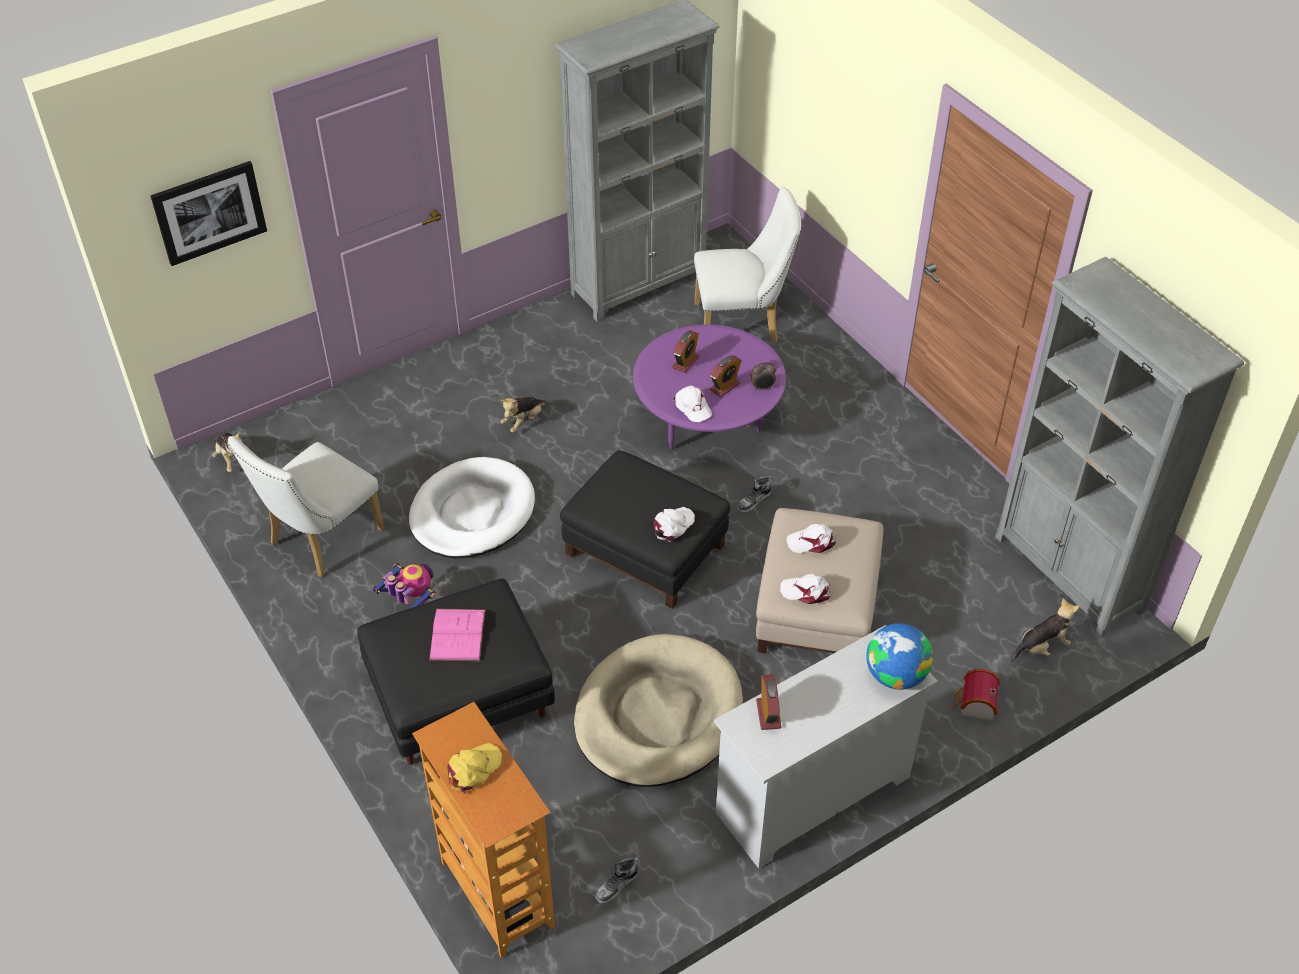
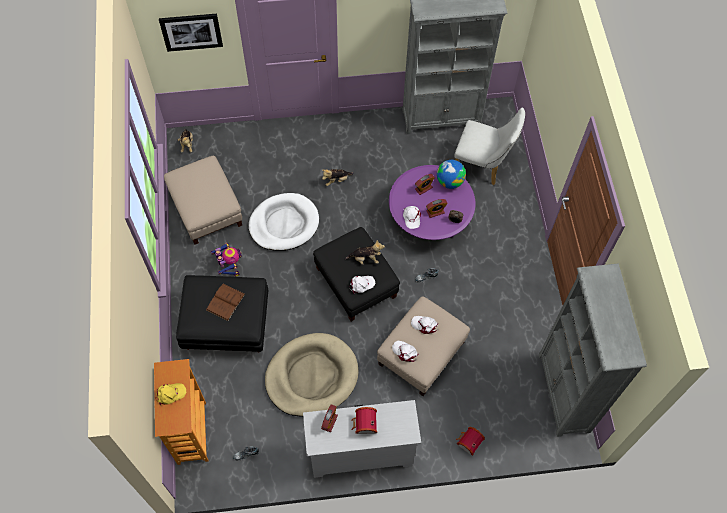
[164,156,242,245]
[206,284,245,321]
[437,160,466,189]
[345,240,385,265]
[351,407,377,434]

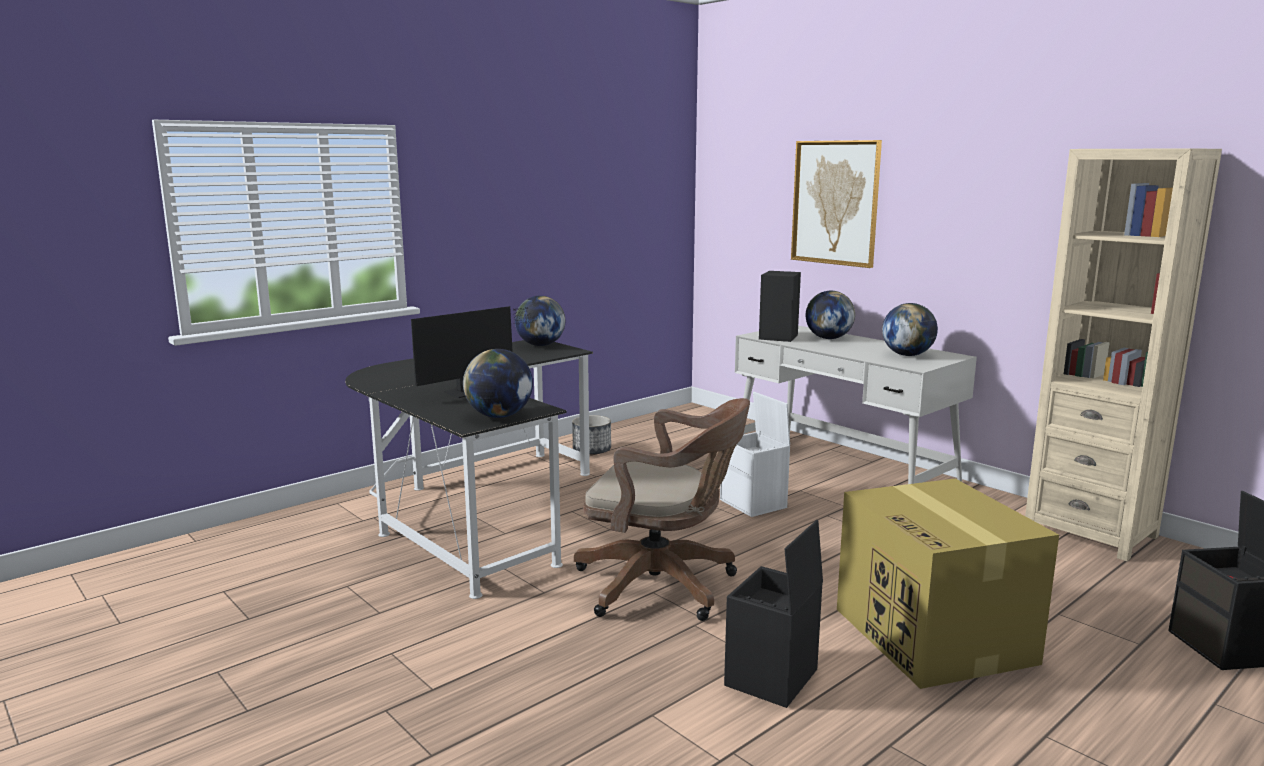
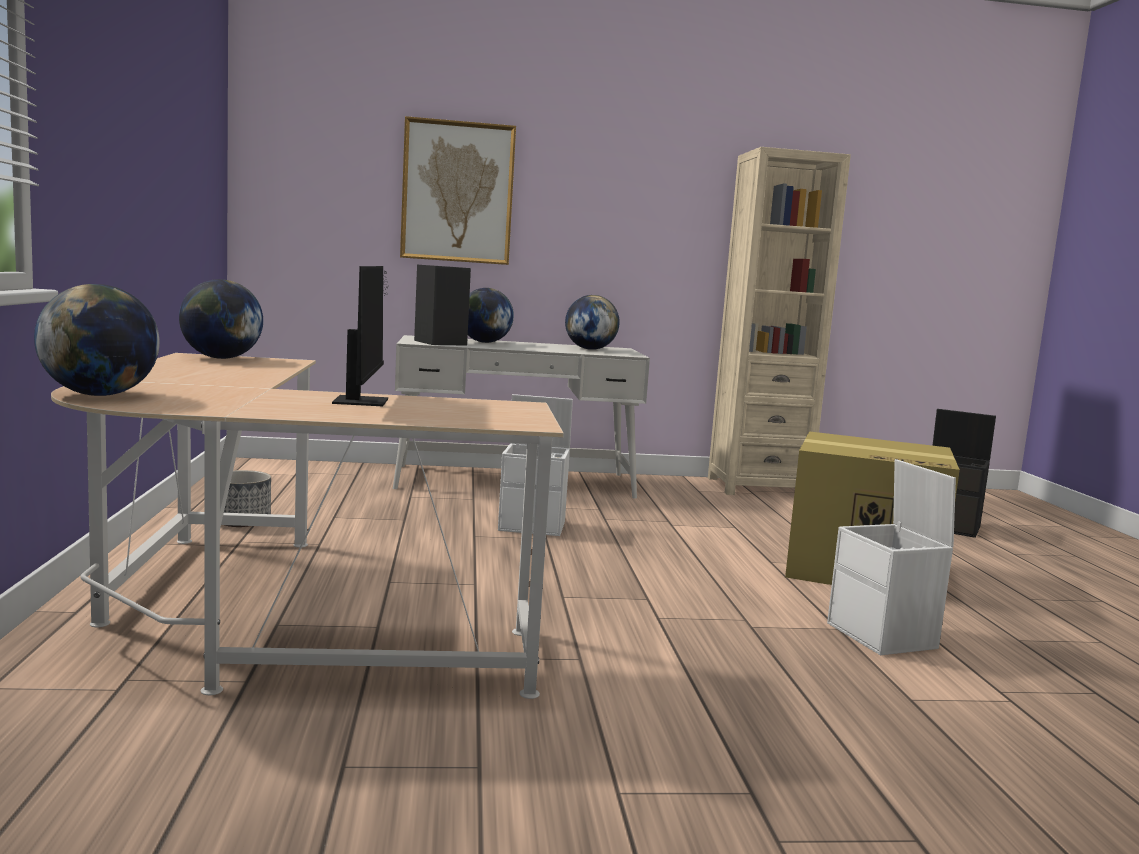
[51,353,564,699]
[34,284,160,396]
[574,398,750,621] (first image)
[827,459,956,655]

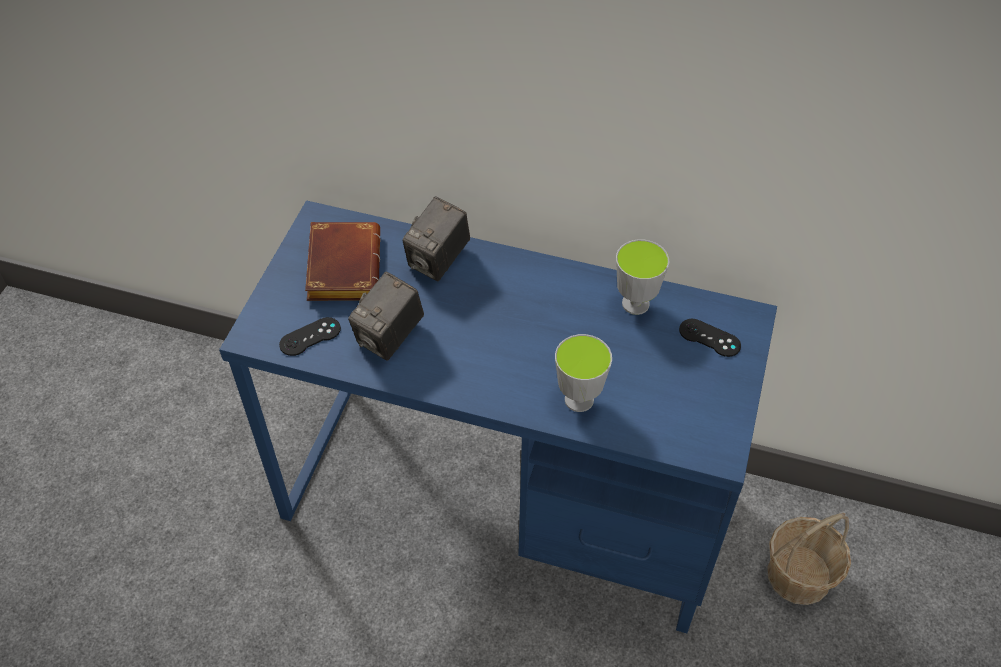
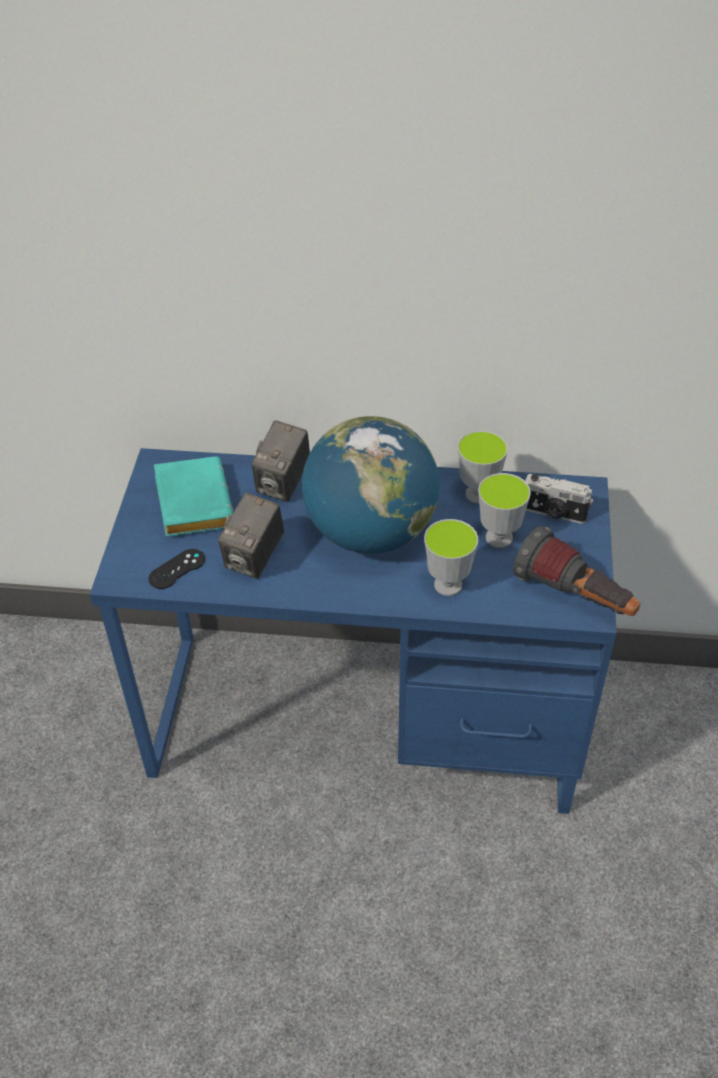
[154,456,233,537]
[525,474,593,524]
[767,513,851,605] (first image)
[302,416,439,554]
[478,473,531,548]
[513,526,640,616]

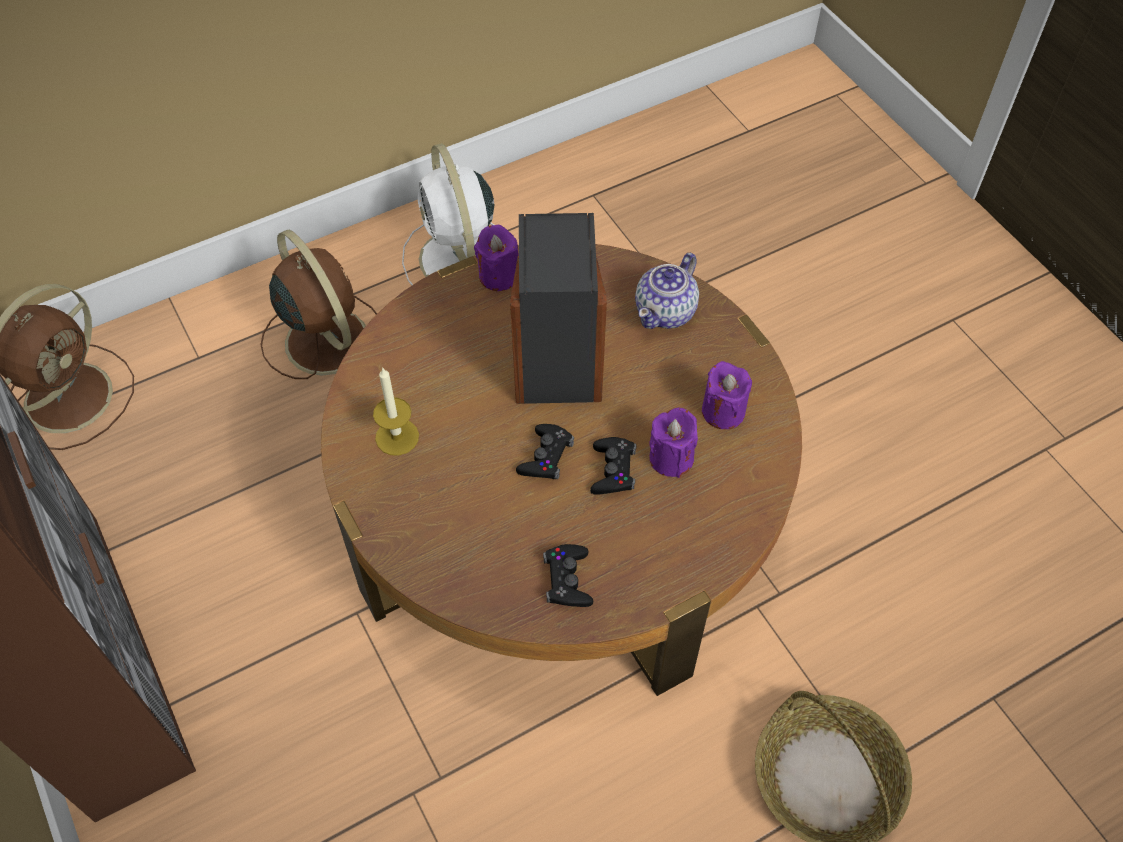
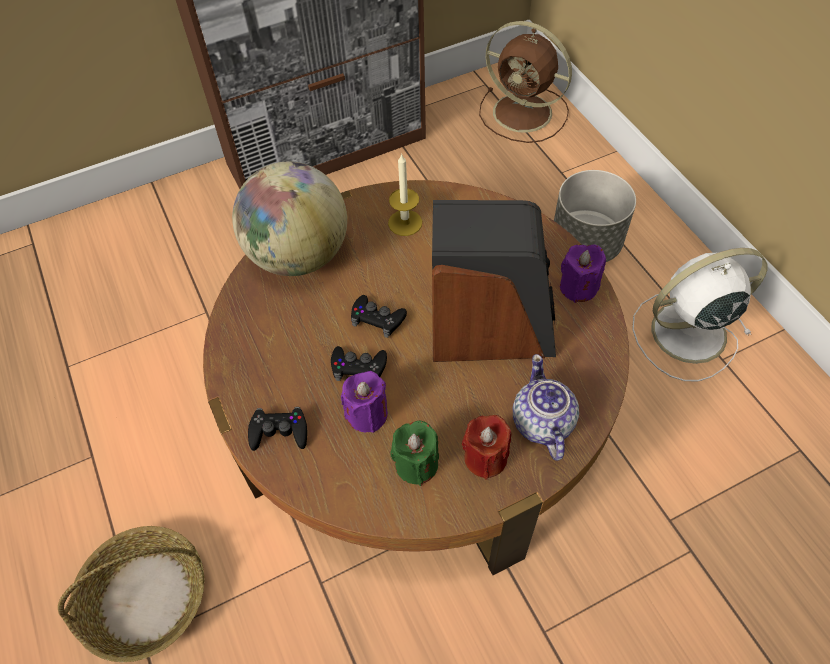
[554,170,636,262]
[248,407,307,451]
[513,354,579,461]
[391,421,439,486]
[232,162,347,276]
[462,415,511,480]

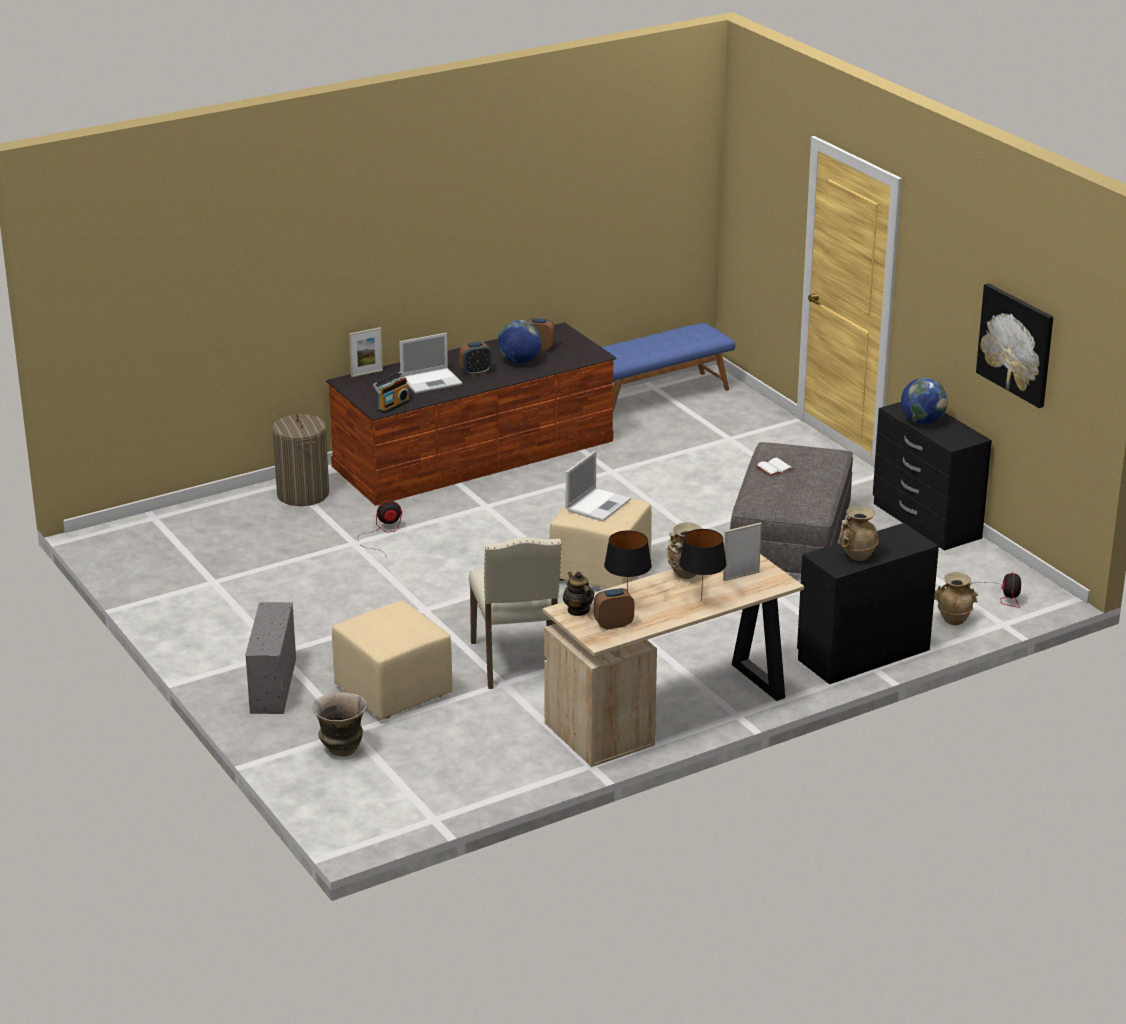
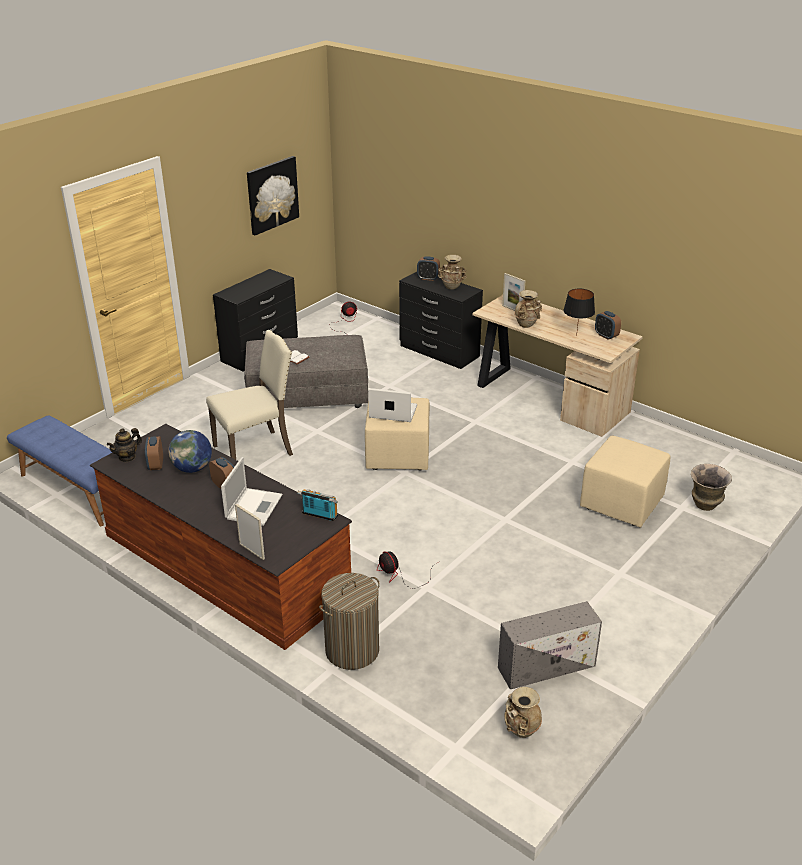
[498,601,602,690]
[221,457,282,526]
[206,330,293,460]
[107,428,142,463]
[679,529,727,601] (first image)
[901,378,948,424] (first image)
[505,687,542,738]
[417,256,440,281]

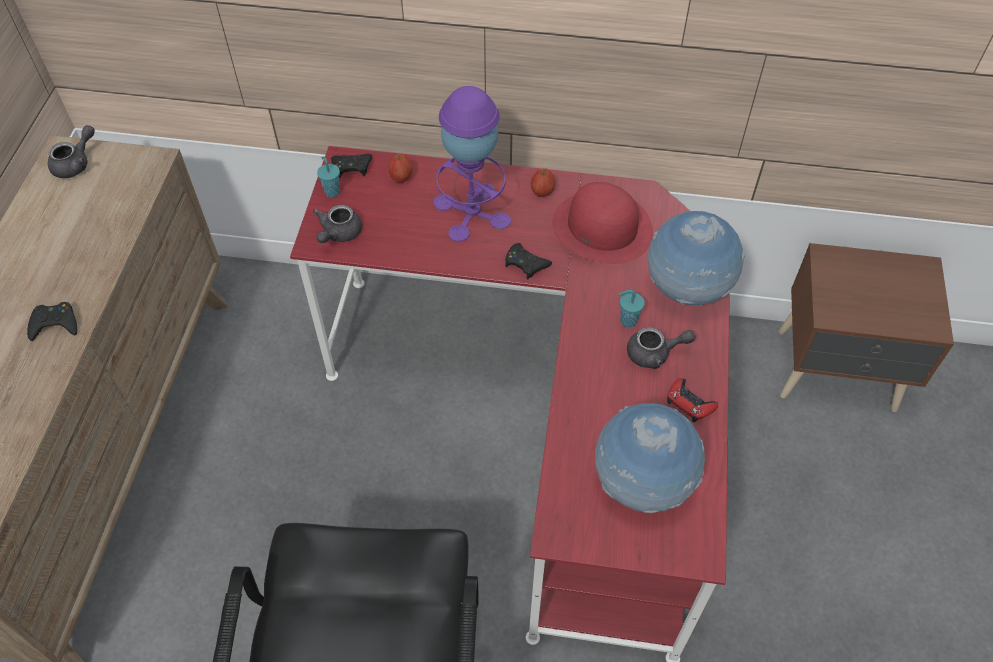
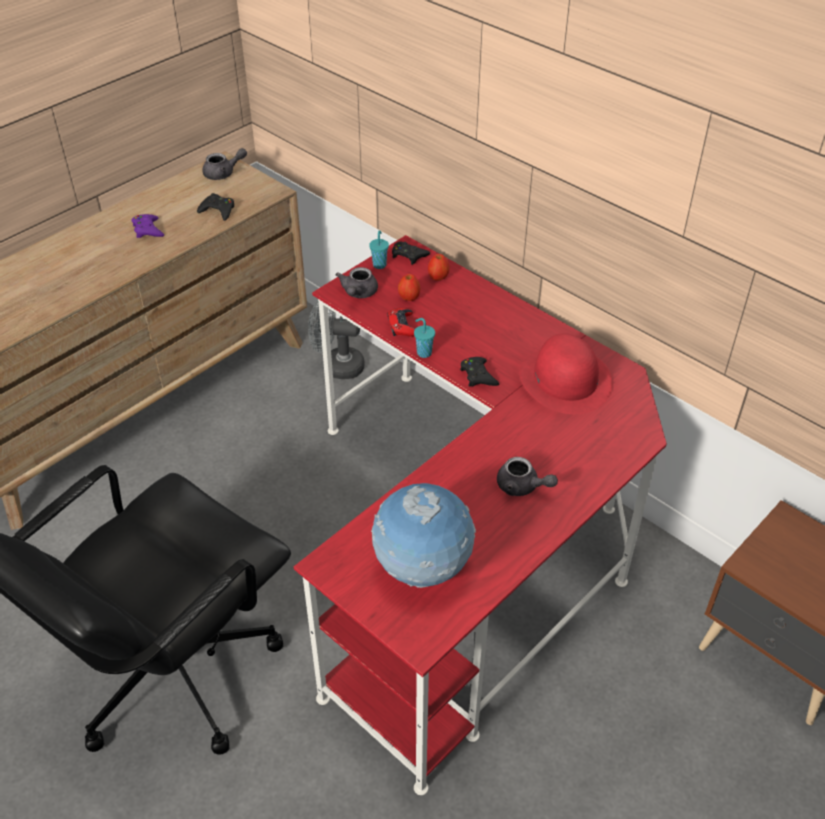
[197,193,234,221]
[336,267,378,298]
[434,86,511,242] (first image)
[398,274,420,301]
[414,318,435,358]
[647,211,745,306] (first image)
[387,308,415,337]
[131,214,164,238]
[308,301,365,379]

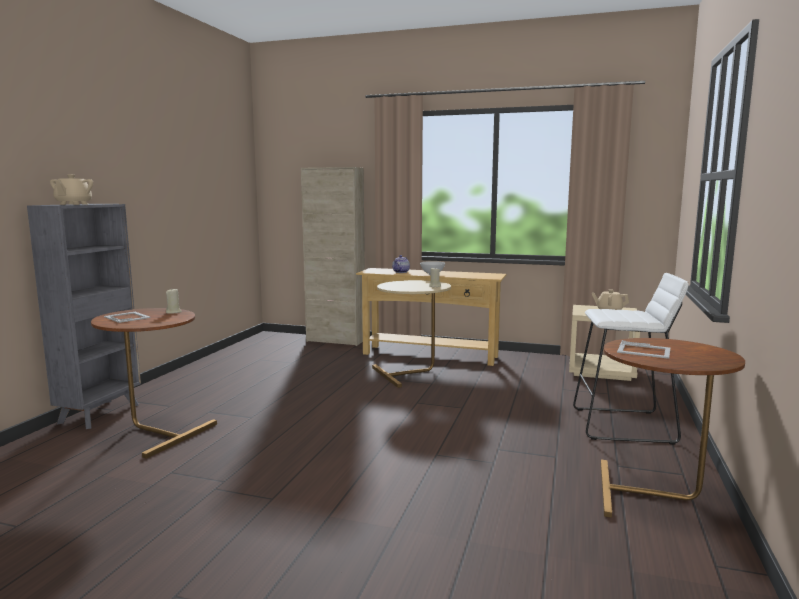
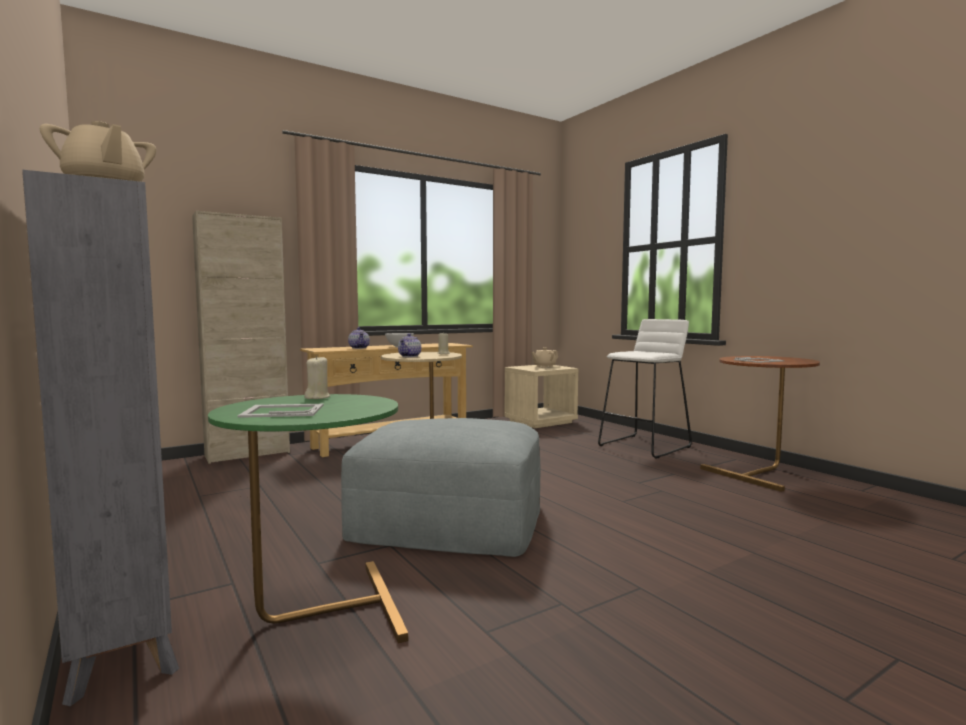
[208,394,408,643]
[341,418,541,557]
[398,333,421,357]

